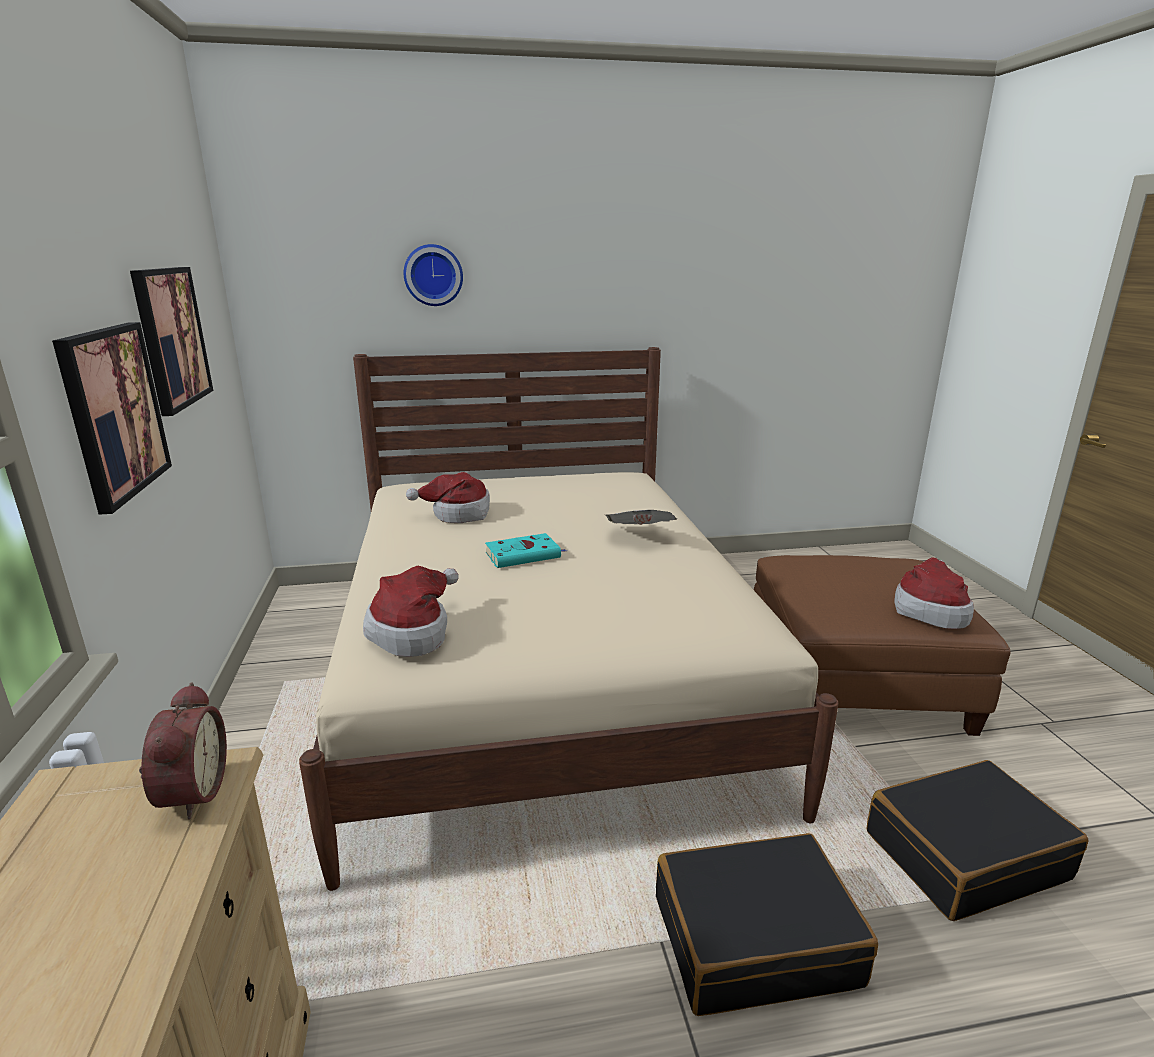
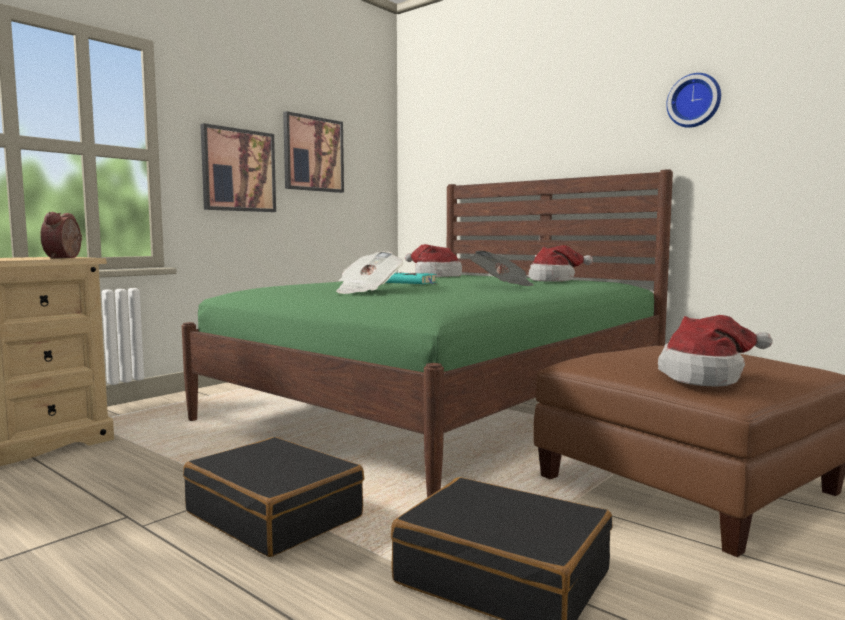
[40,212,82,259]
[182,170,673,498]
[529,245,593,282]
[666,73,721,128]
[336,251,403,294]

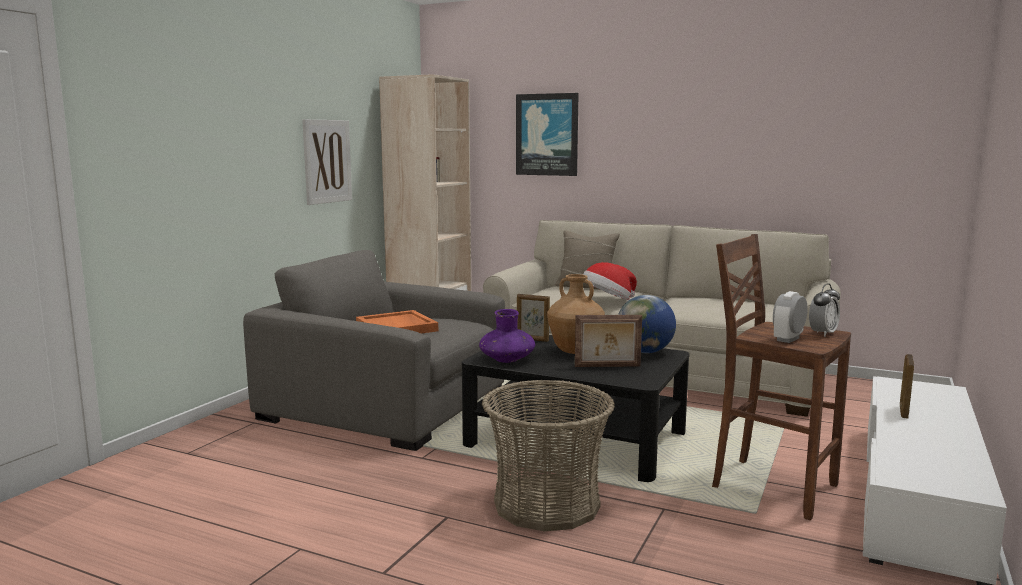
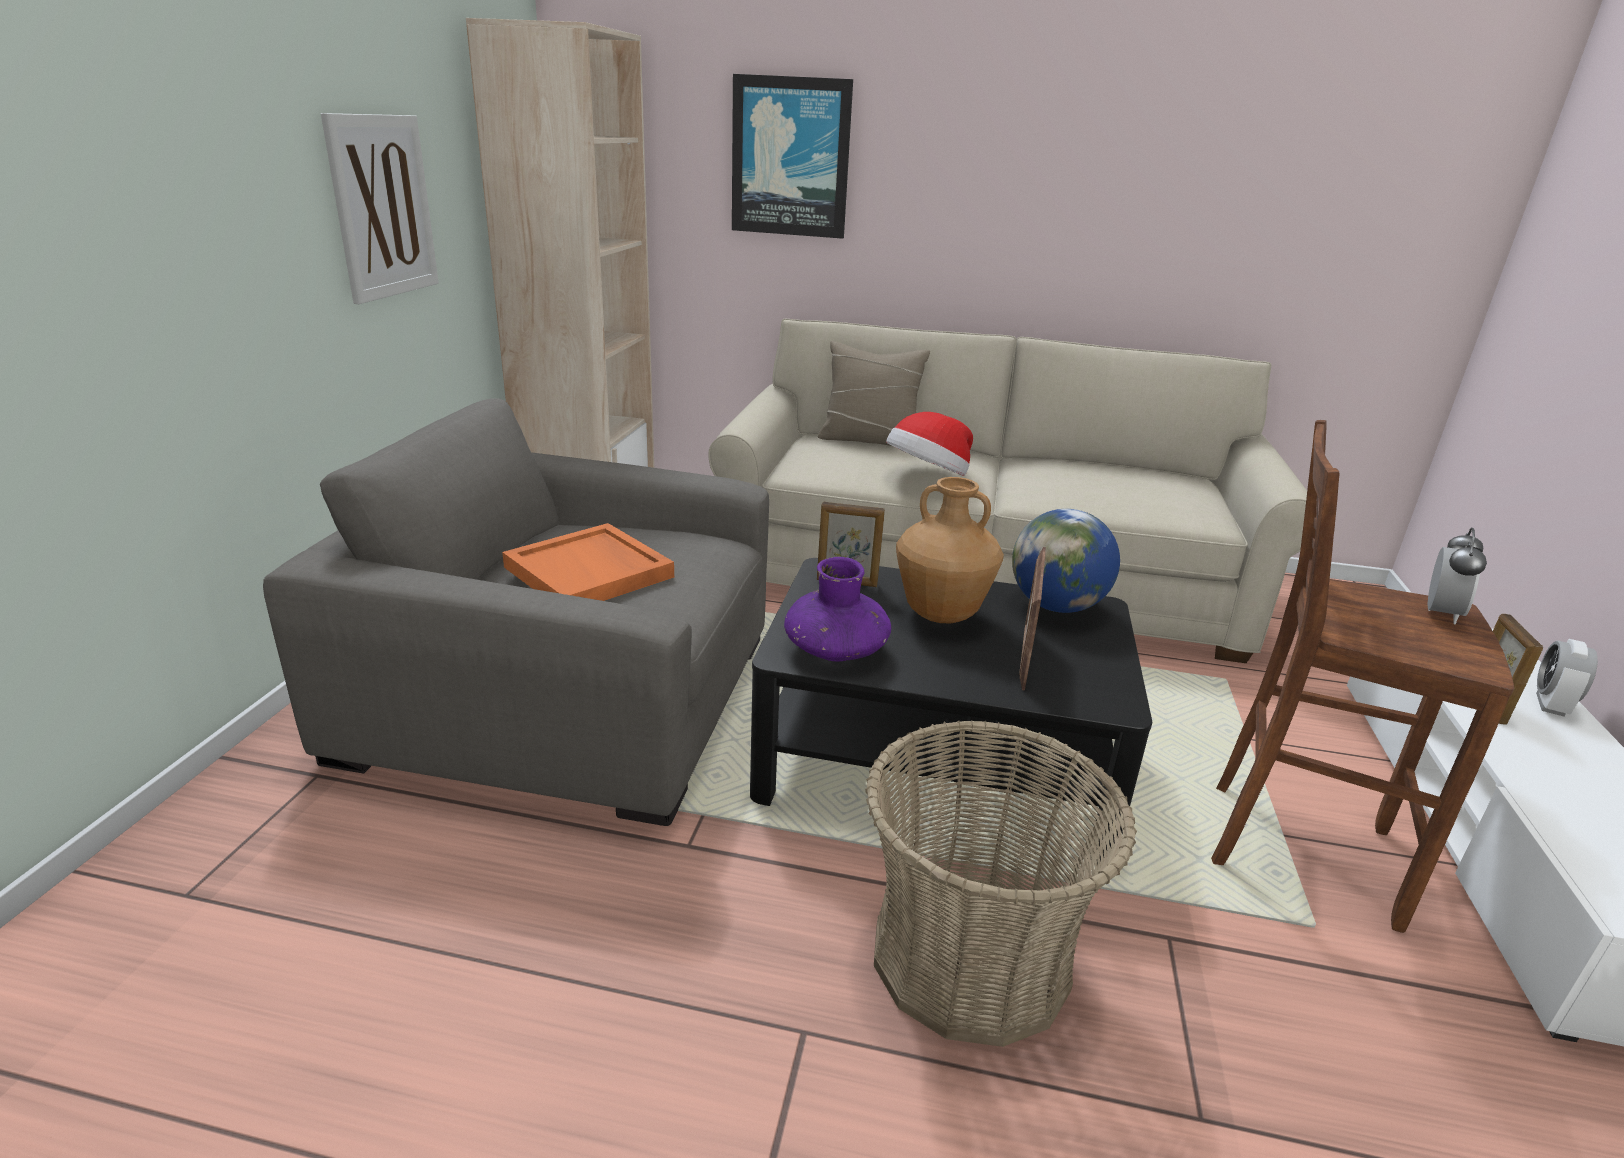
[1019,547,1046,691]
[1536,639,1598,716]

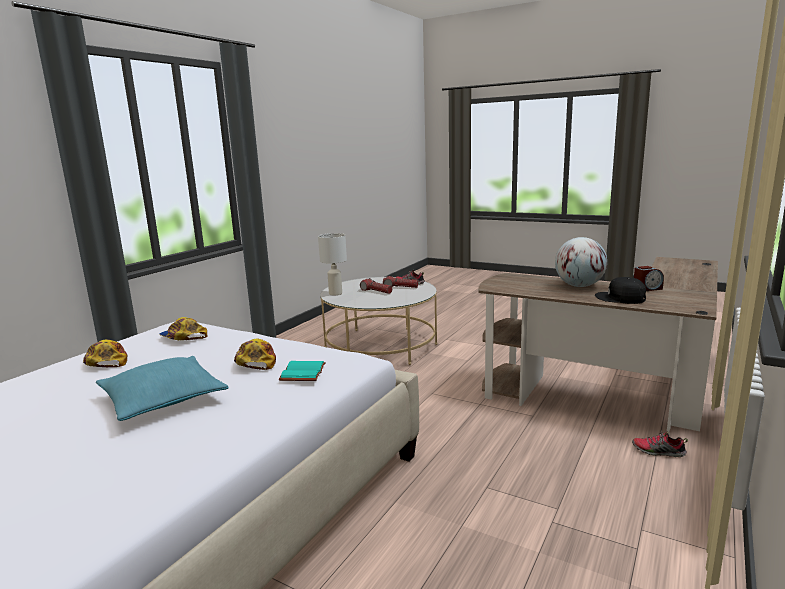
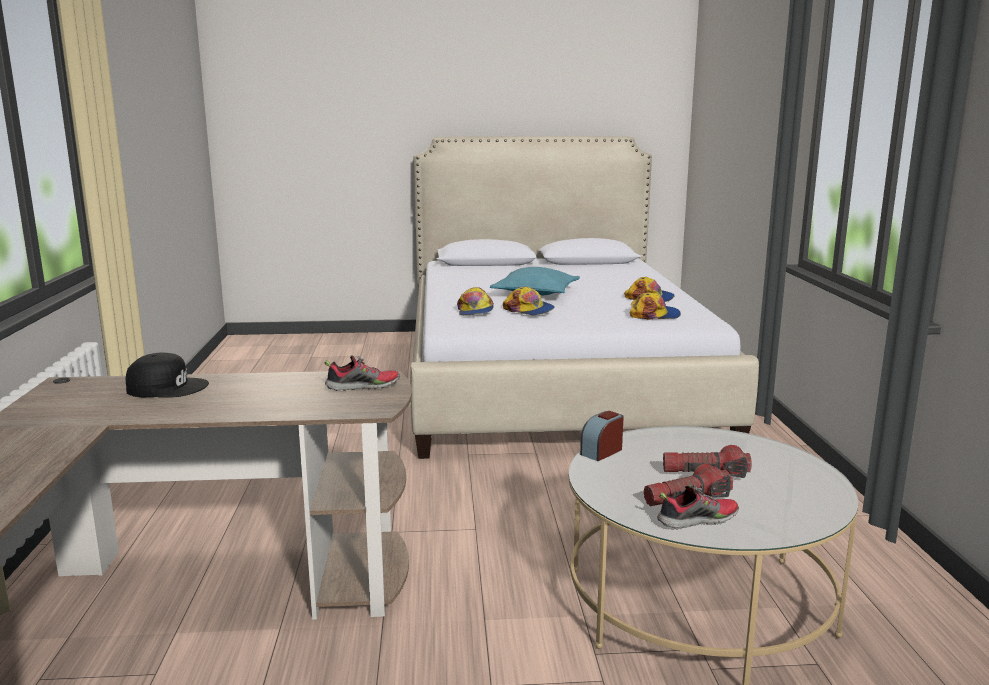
[457,287,494,315]
[318,233,347,295] (first image)
[555,237,607,287] (first image)
[325,355,400,391]
[580,411,624,461]

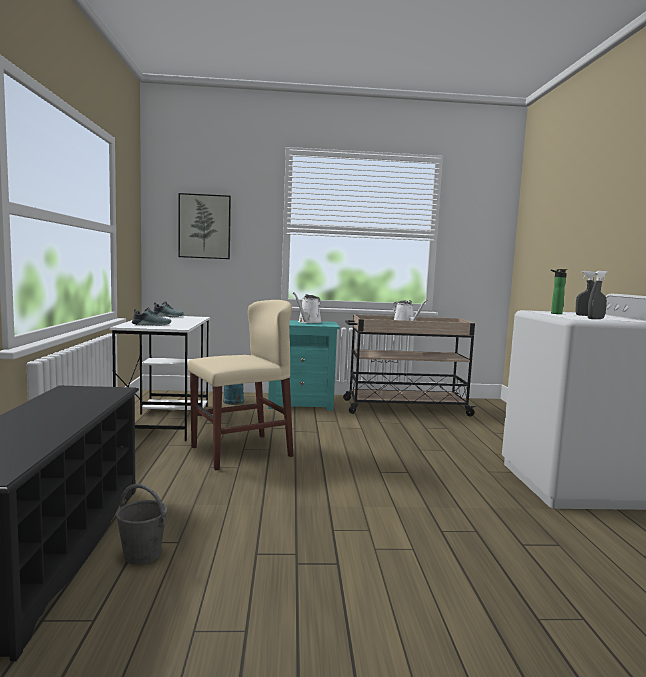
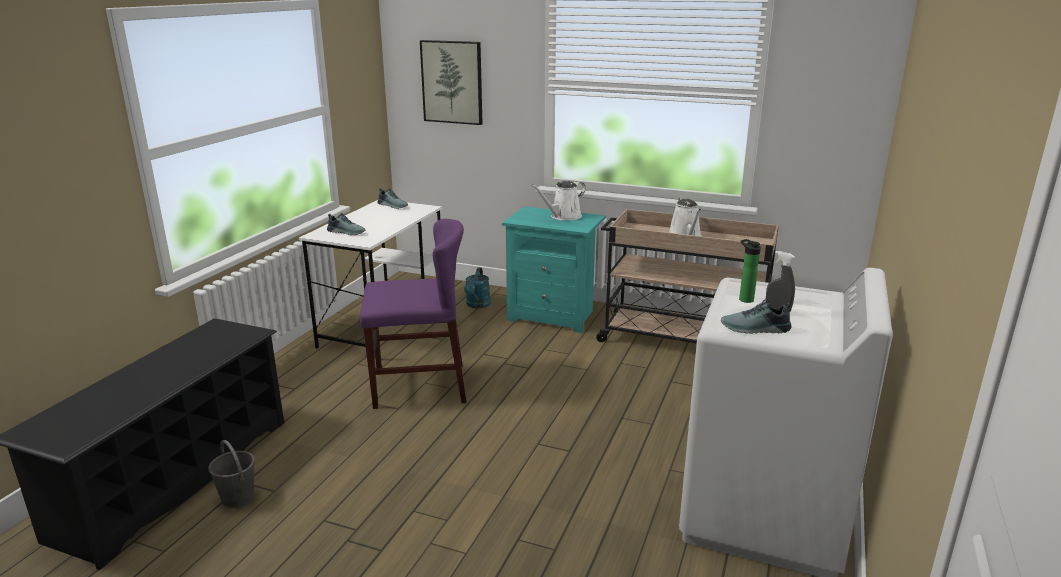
[360,219,466,409]
[721,299,791,334]

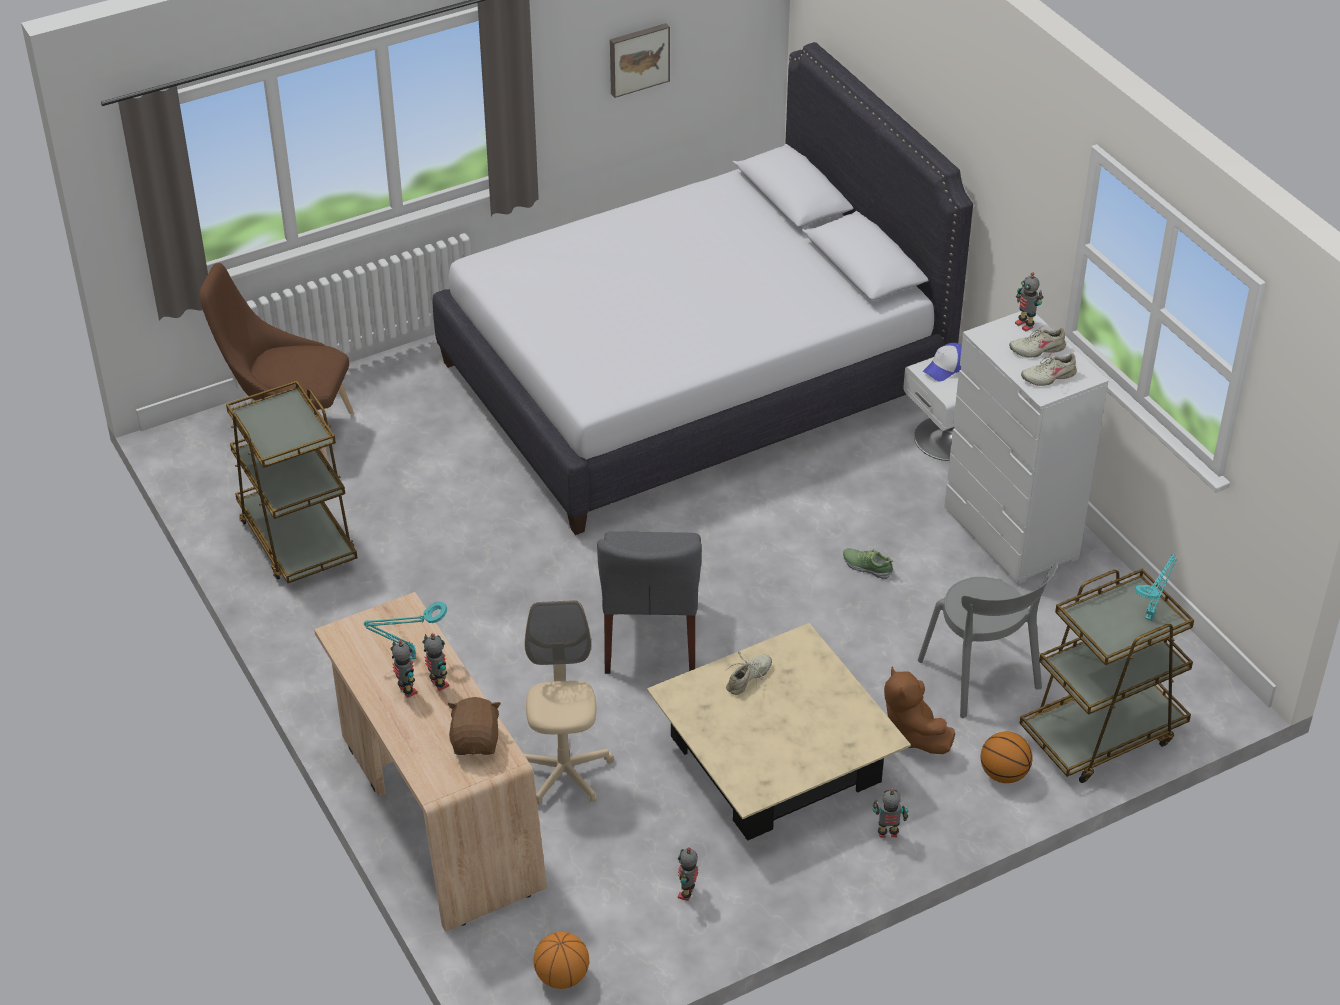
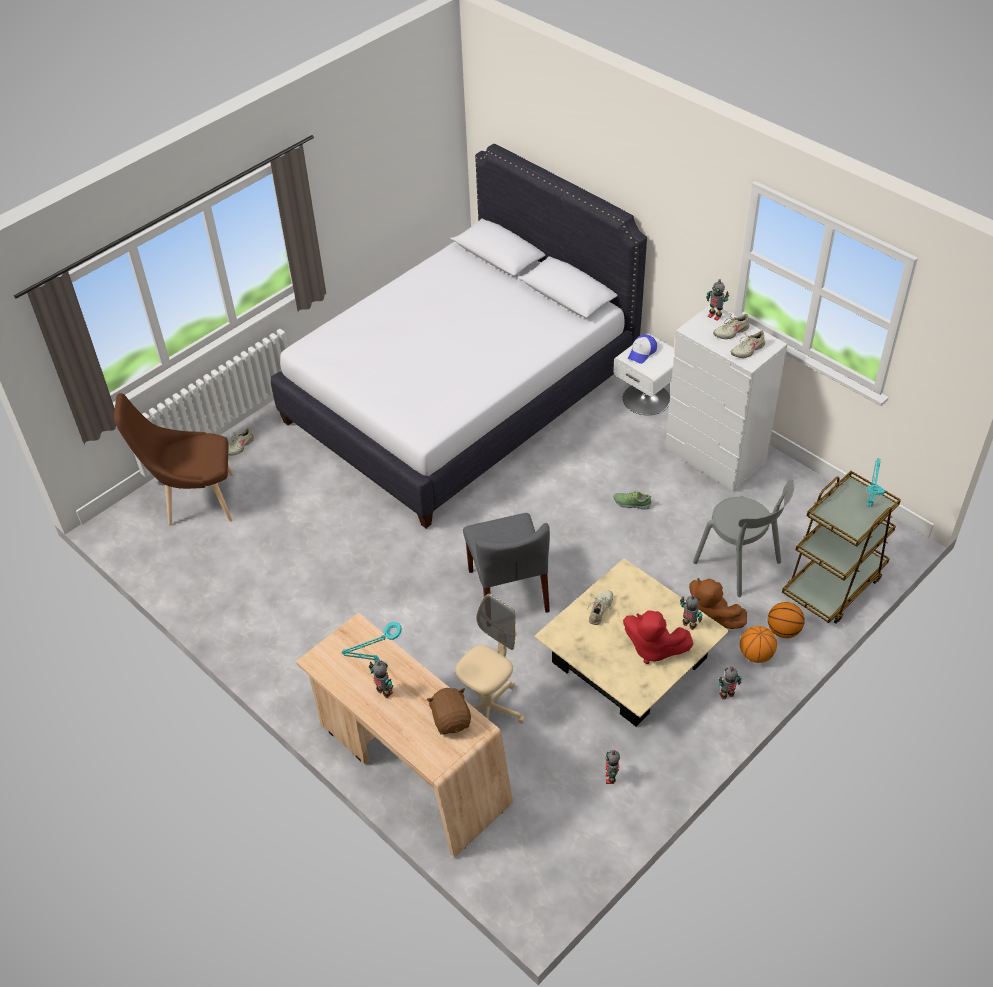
[226,381,357,583] (first image)
[680,595,702,630]
[455,594,525,724]
[740,626,777,663]
[610,23,670,98] (first image)
[228,428,254,456]
[623,610,694,664]

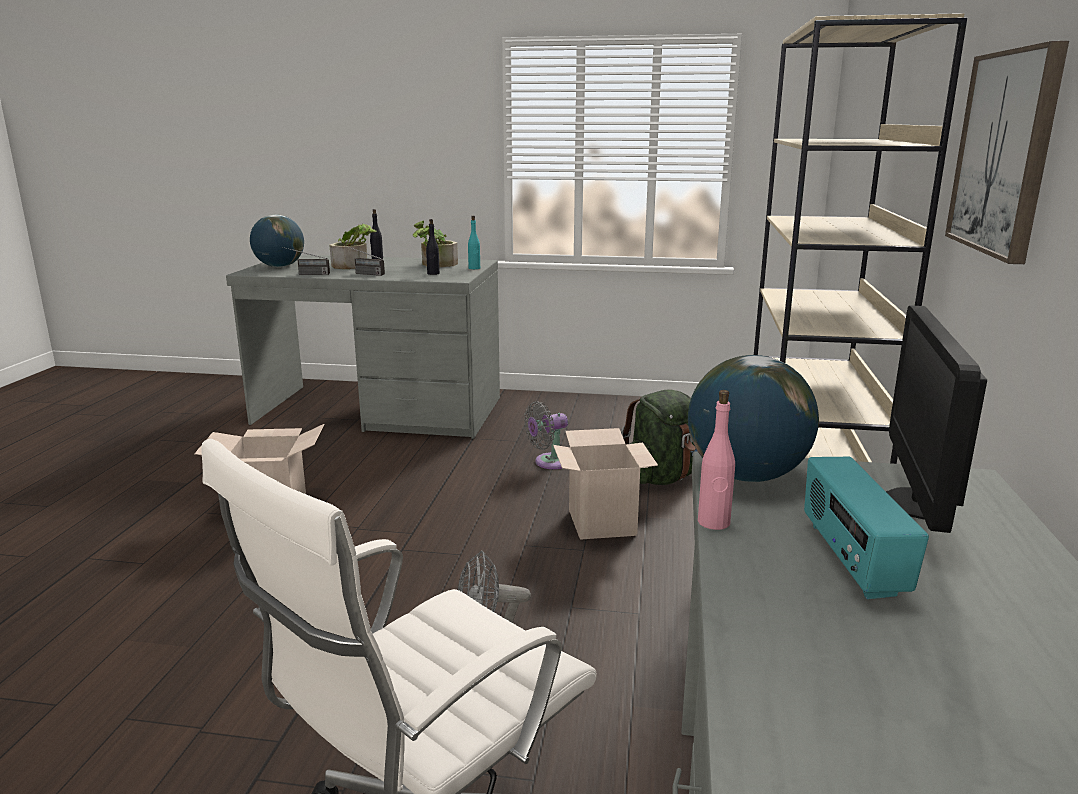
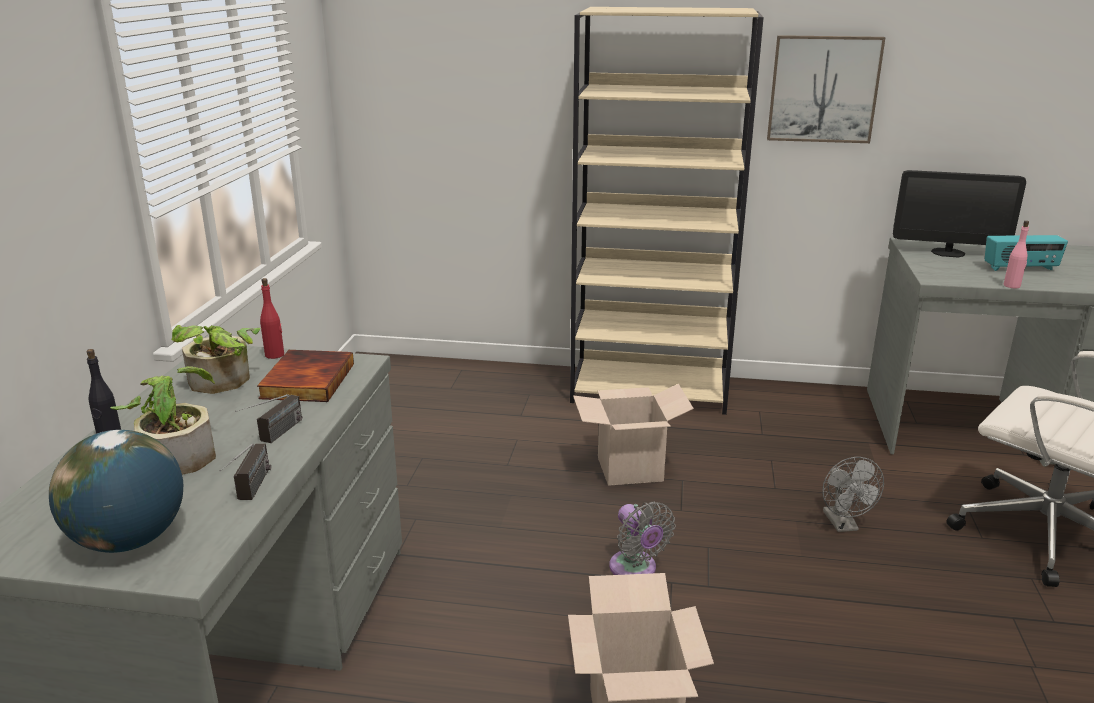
[257,350,354,402]
[260,278,284,359]
[609,502,675,575]
[621,389,698,485] (first image)
[688,355,819,482] (first image)

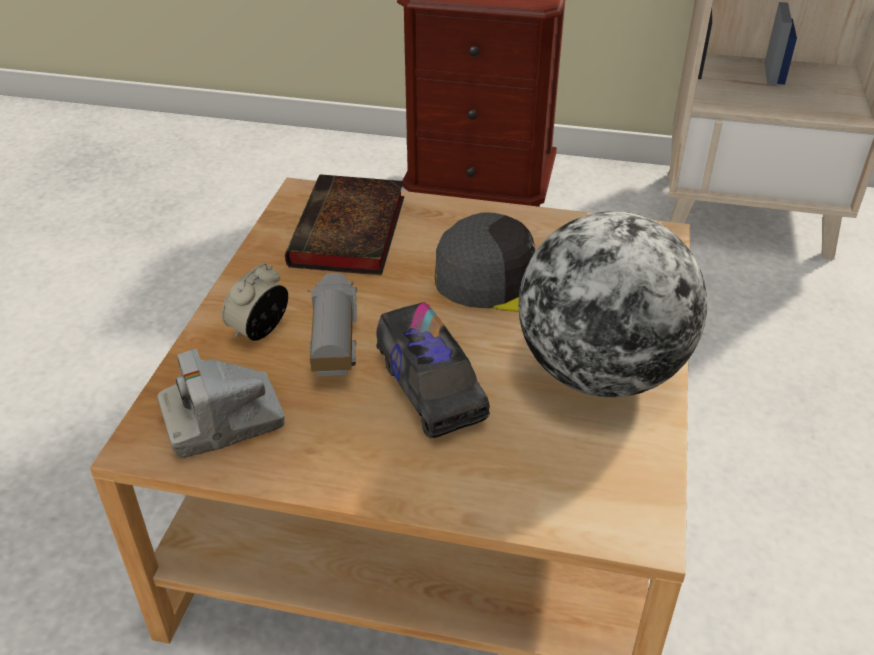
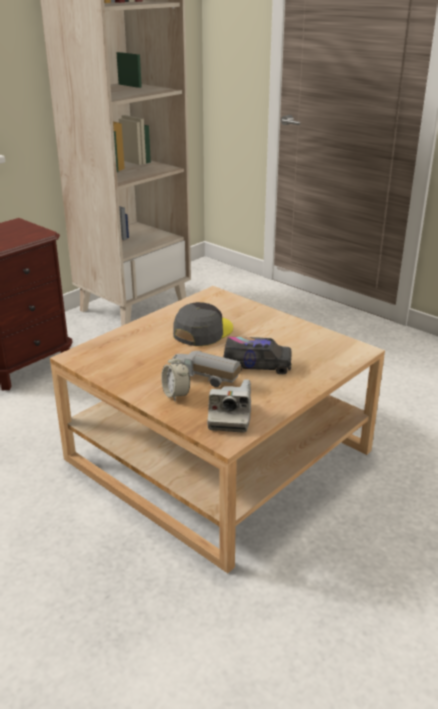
[285,174,404,276] (first image)
[518,211,707,397] (first image)

